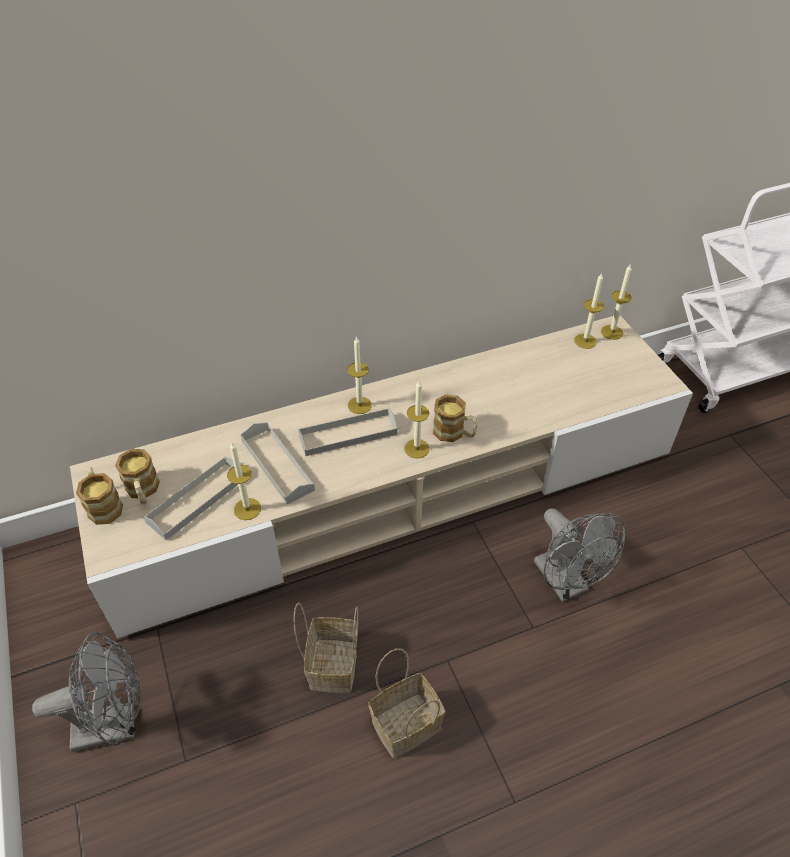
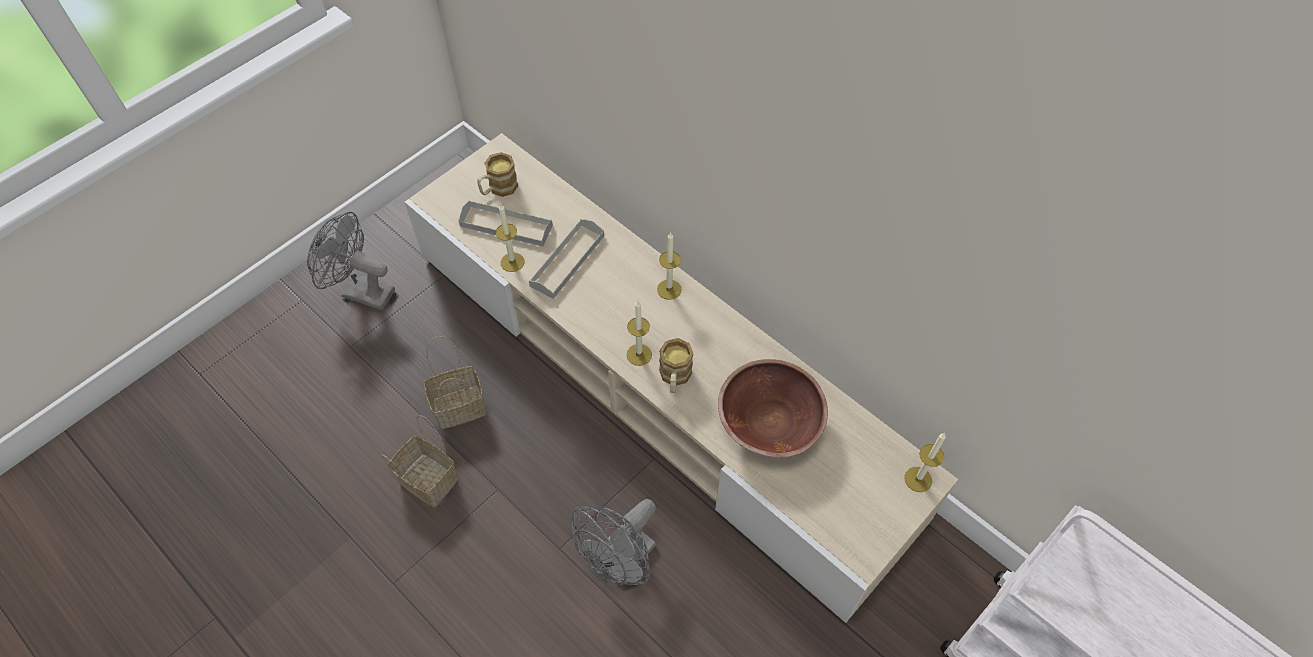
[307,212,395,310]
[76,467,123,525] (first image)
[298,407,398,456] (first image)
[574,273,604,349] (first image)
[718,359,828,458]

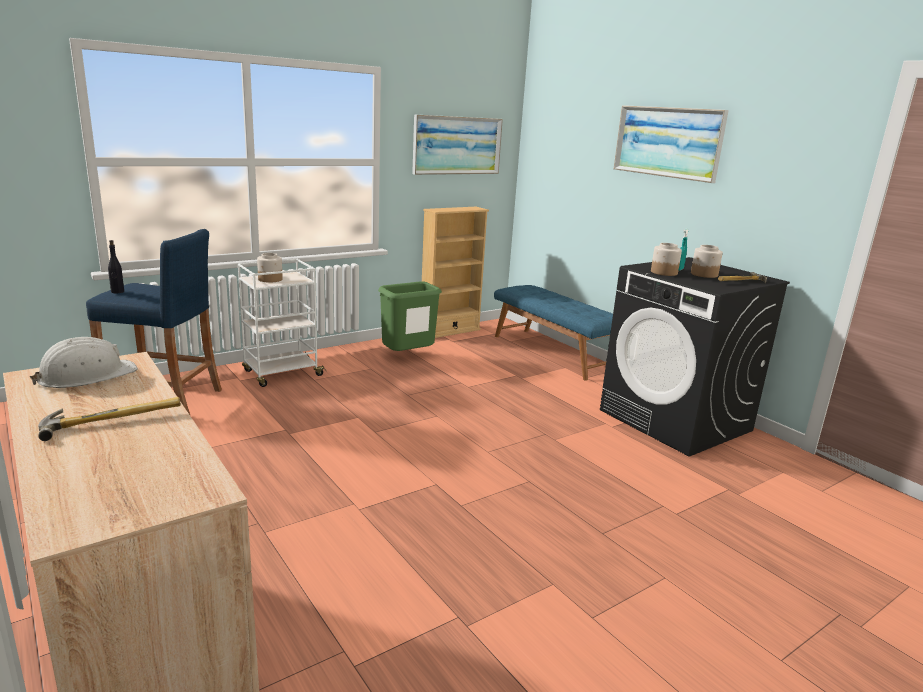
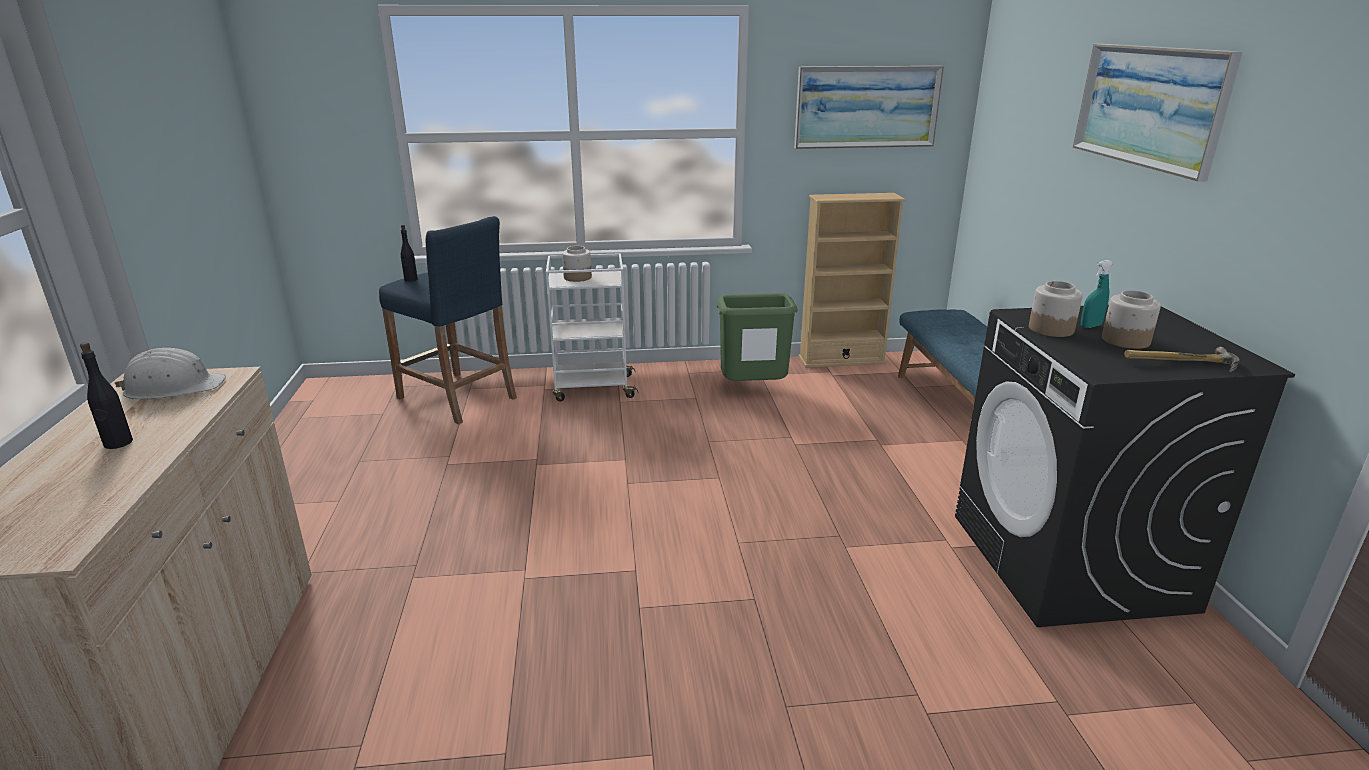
[80,342,133,449]

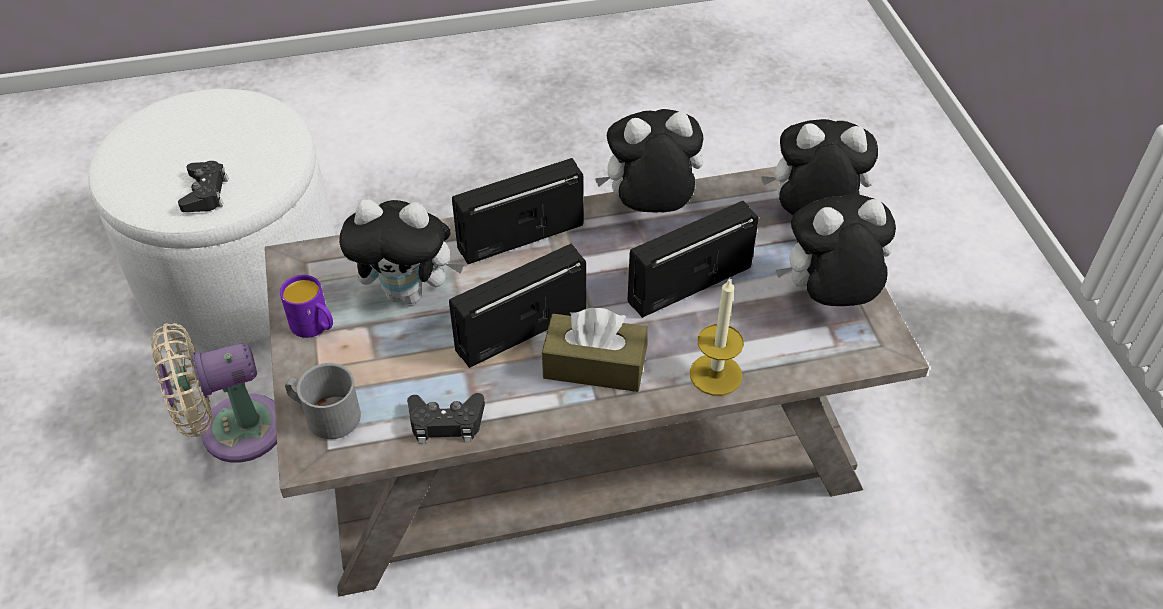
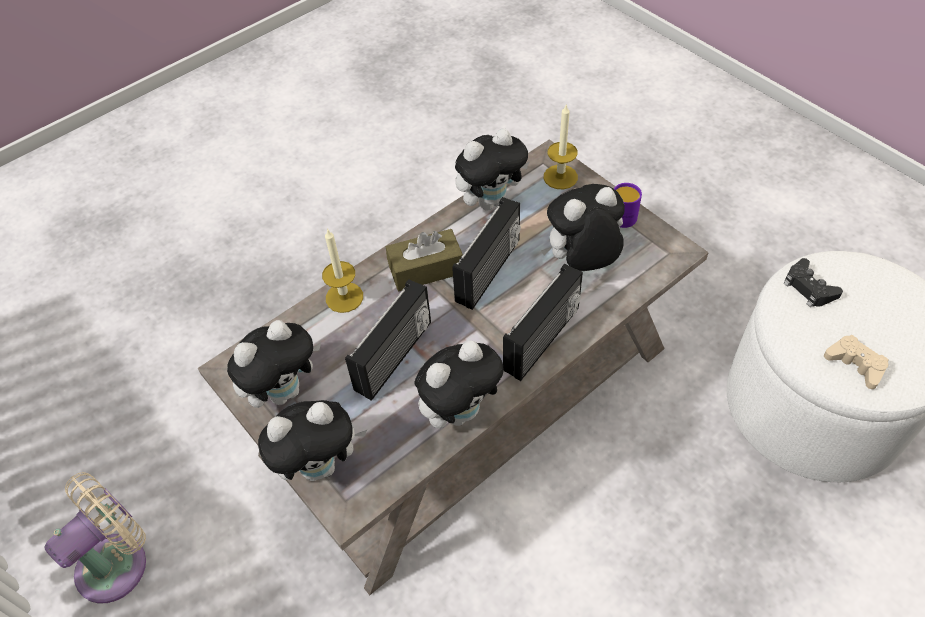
[44,472,146,603]
[544,105,578,189]
[455,128,530,210]
[824,335,888,389]

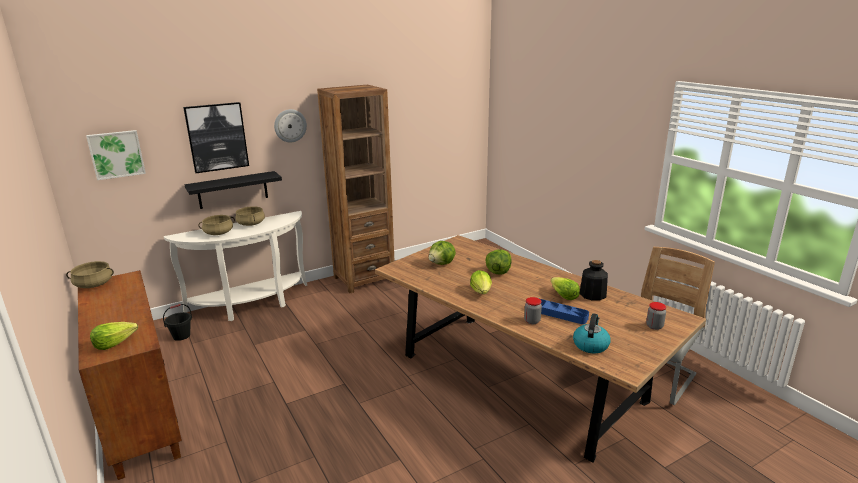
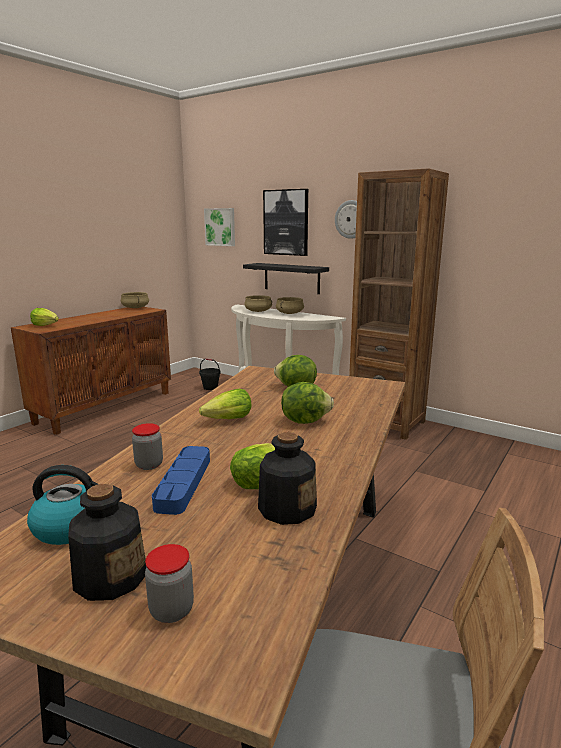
[68,484,146,601]

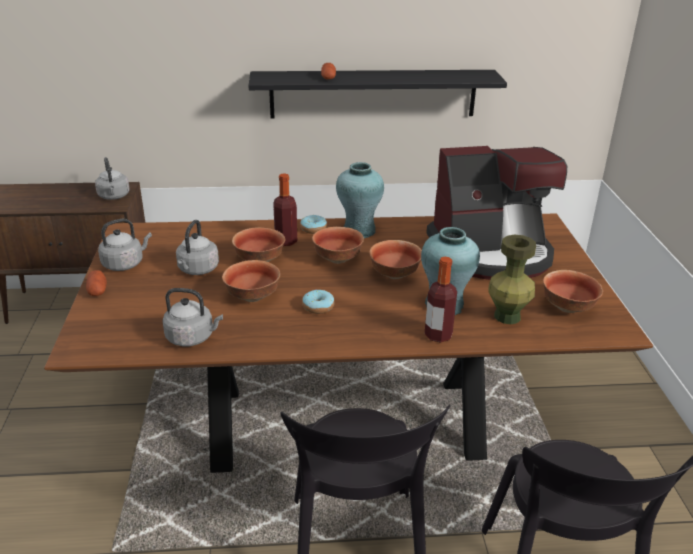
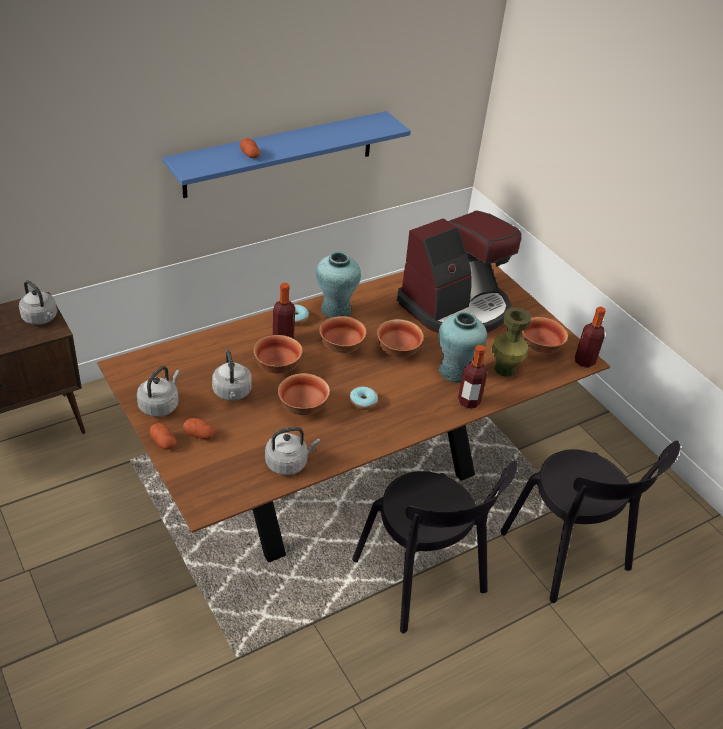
[162,111,411,198]
[183,418,216,439]
[575,307,606,368]

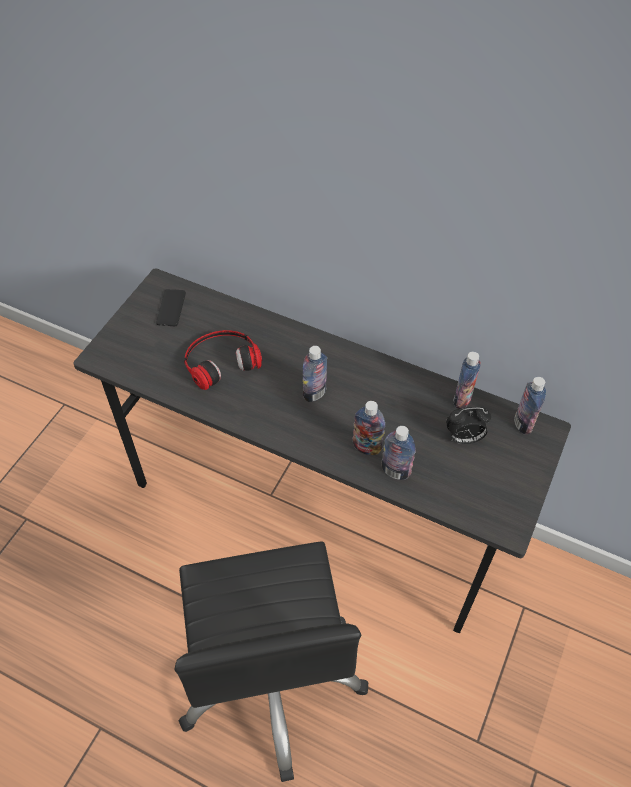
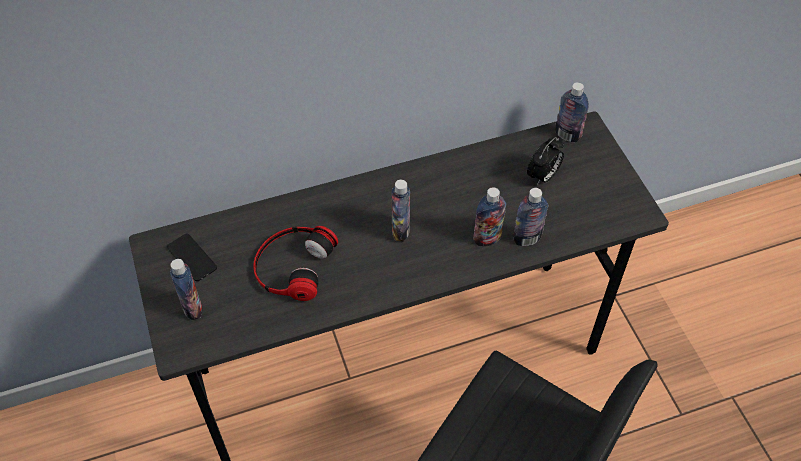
[170,259,202,320]

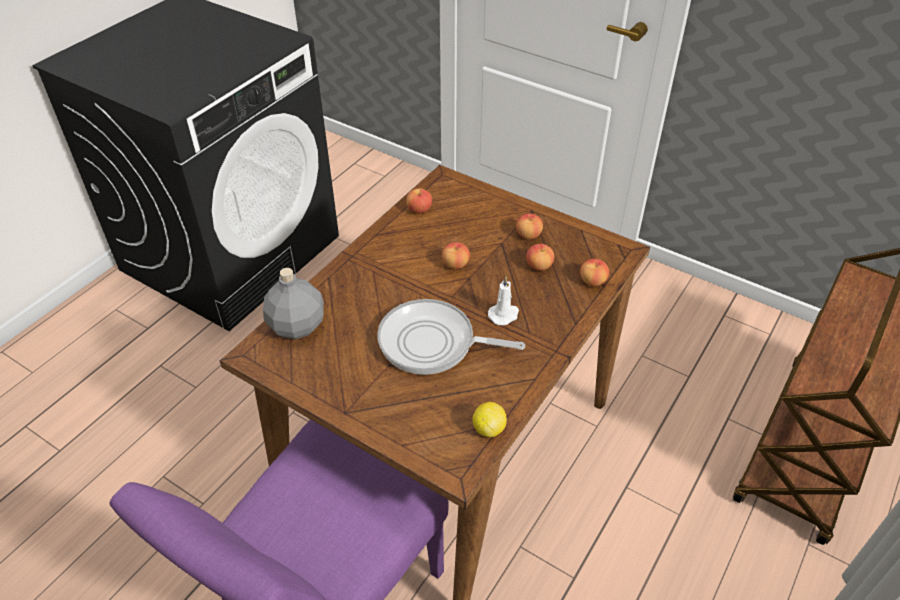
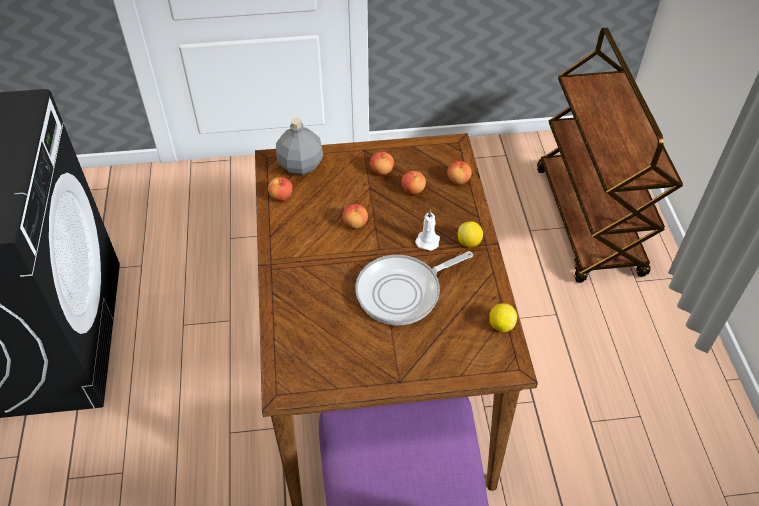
[276,118,323,175]
[458,221,483,247]

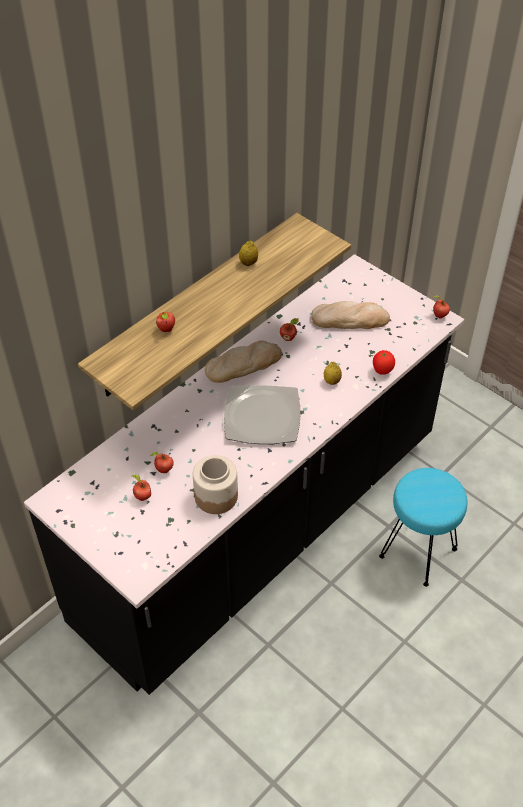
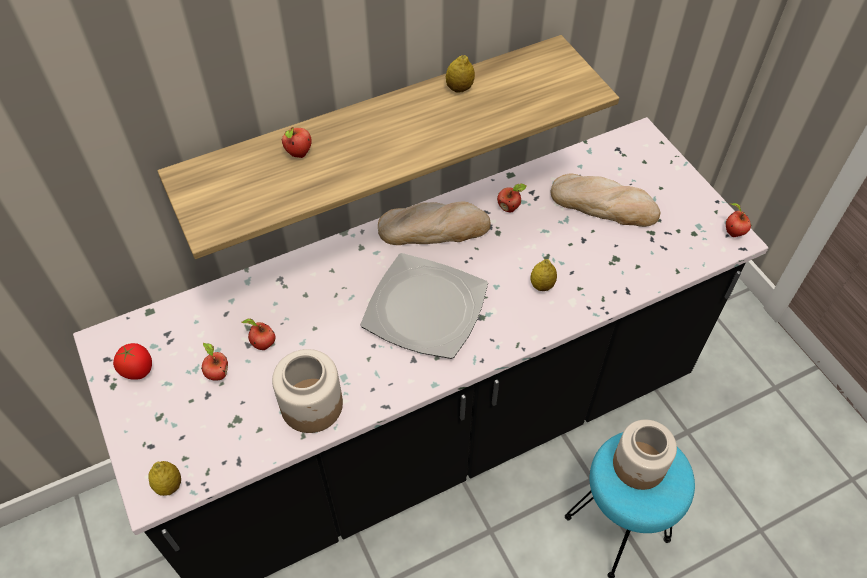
[113,343,152,380]
[148,461,181,496]
[613,420,677,490]

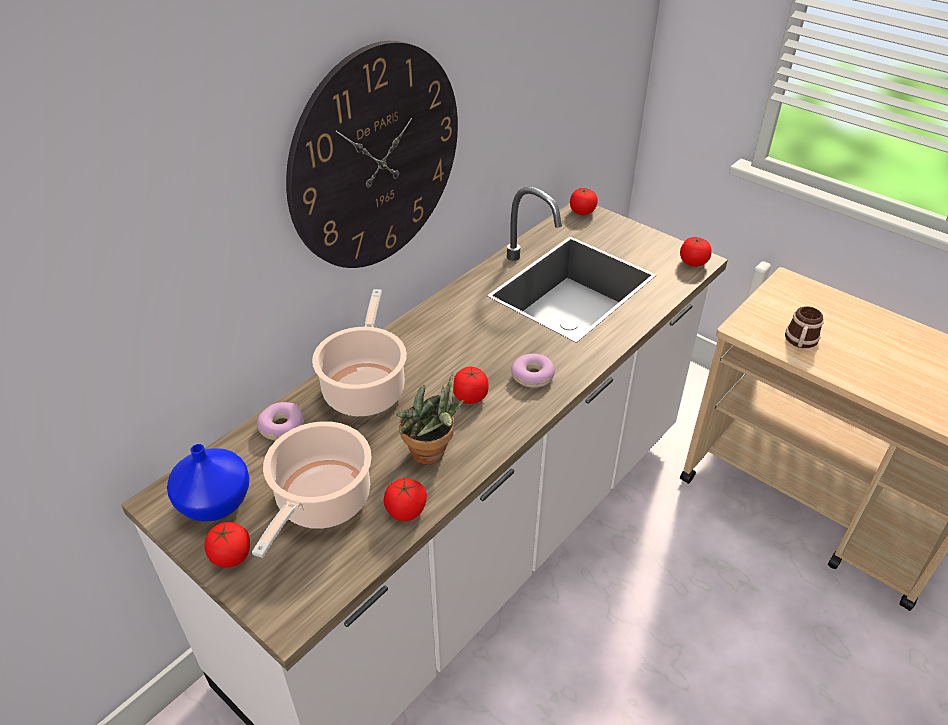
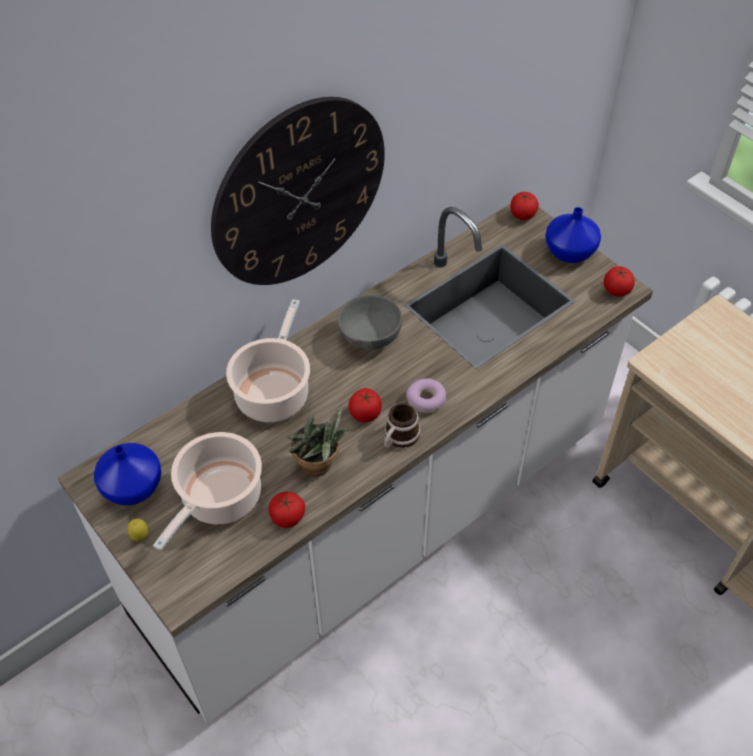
[127,519,148,541]
[257,402,304,440] (first image)
[384,403,420,448]
[337,295,402,350]
[545,207,601,263]

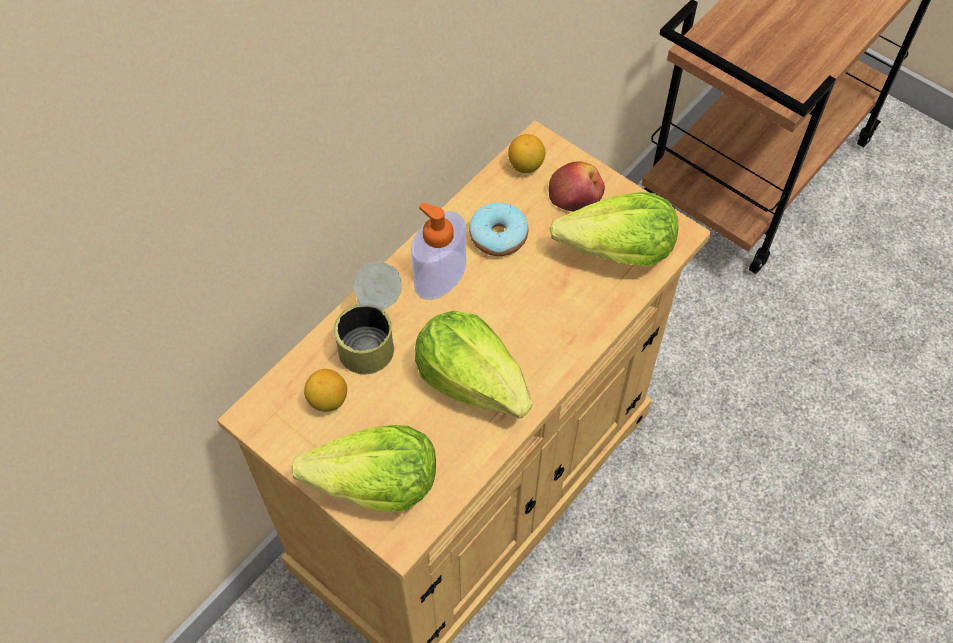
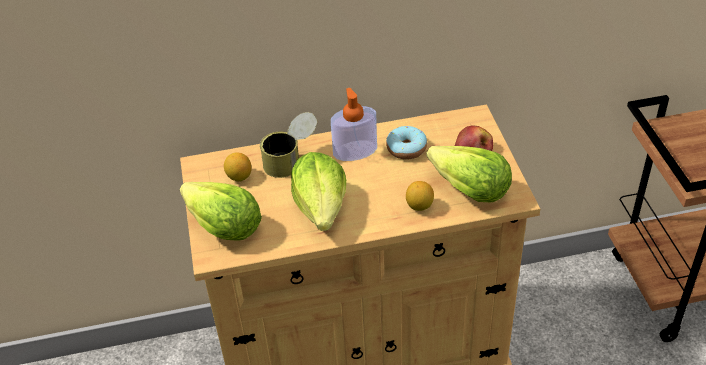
[406,181,434,211]

